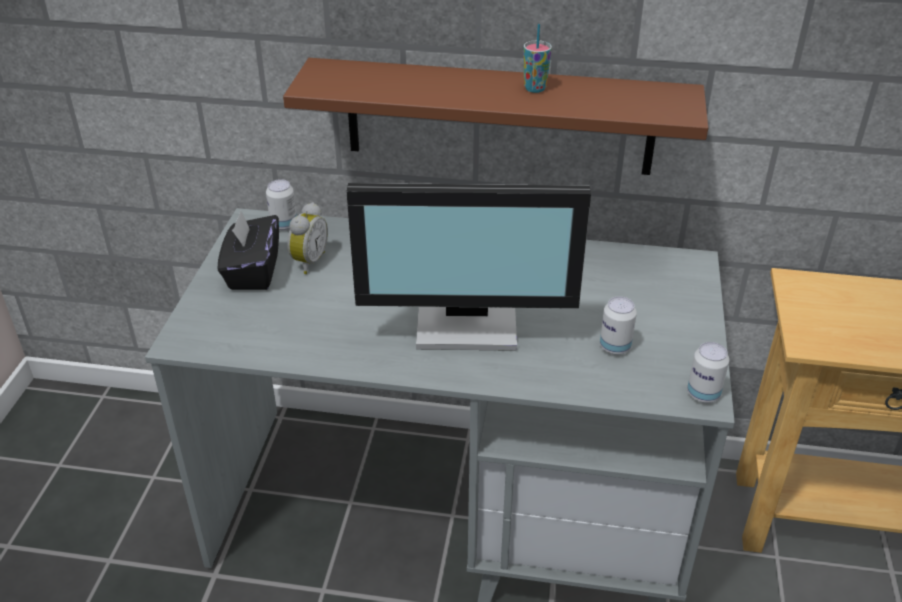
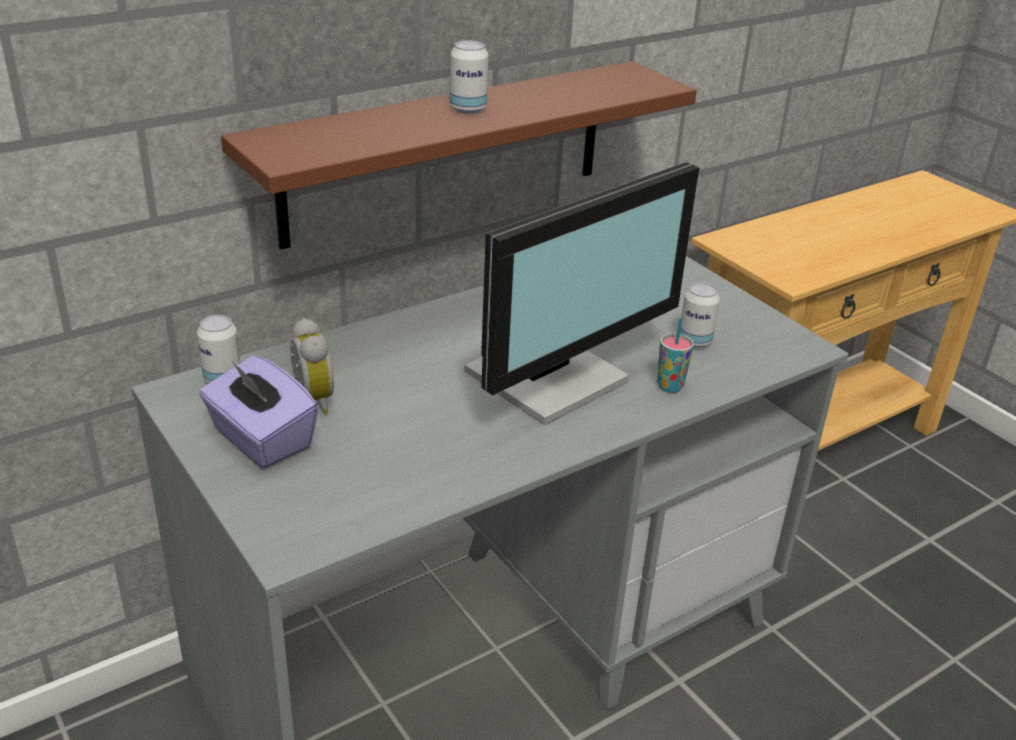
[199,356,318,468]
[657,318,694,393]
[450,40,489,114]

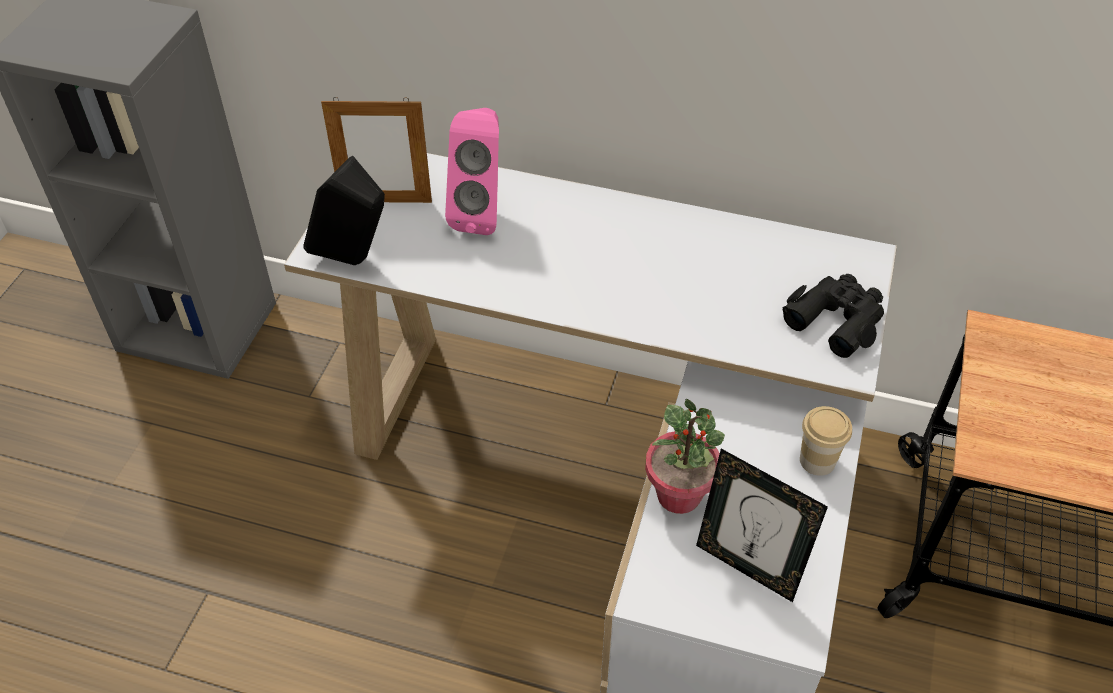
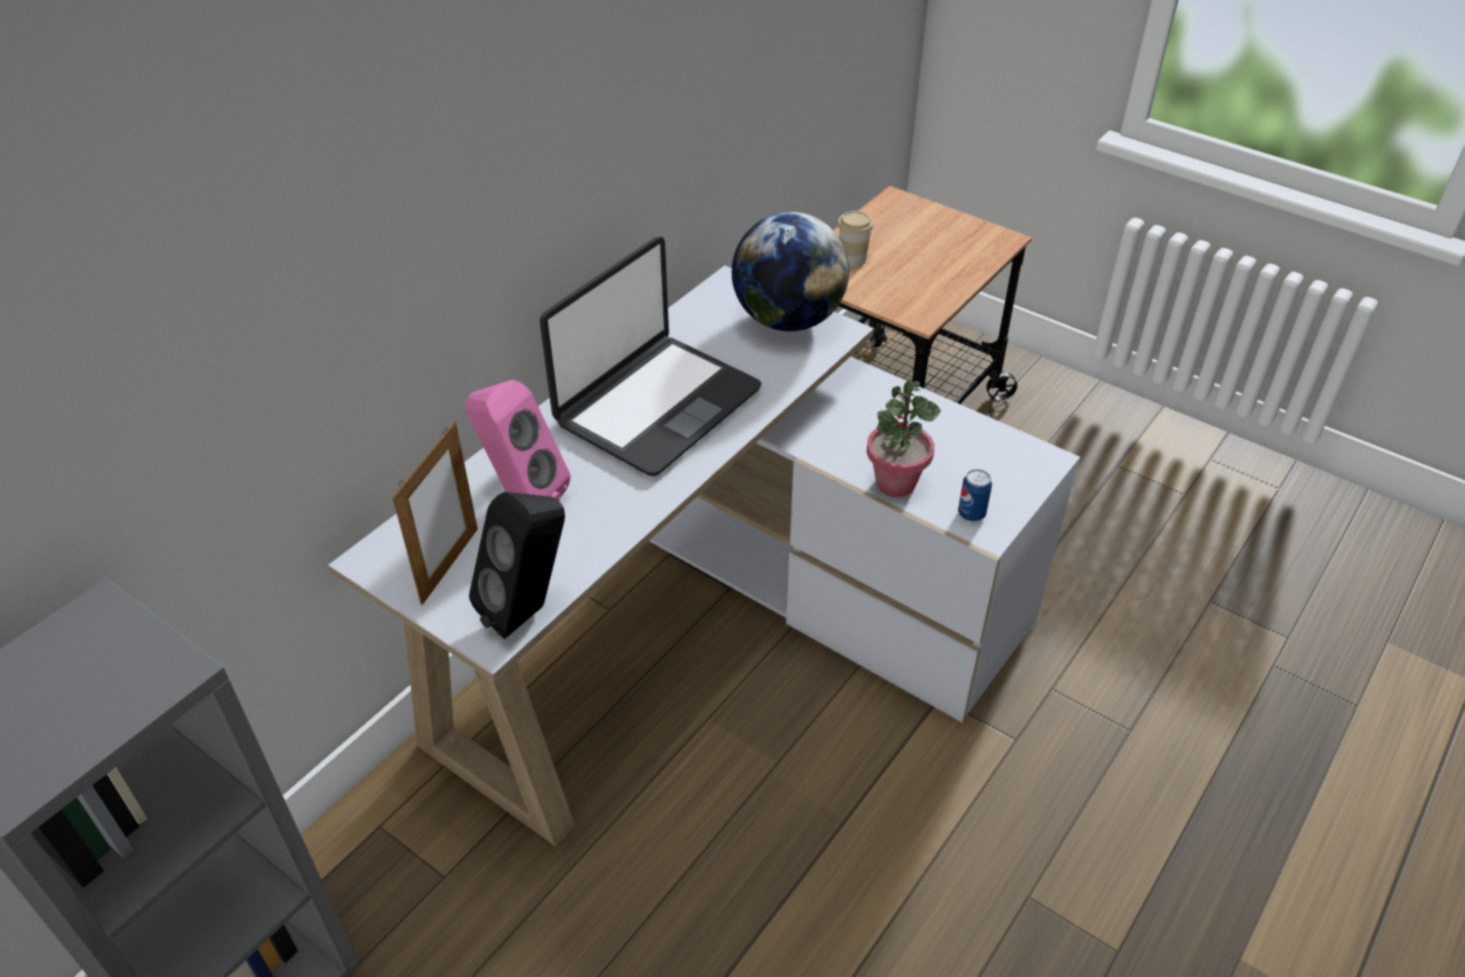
[696,449,828,602] (first image)
[732,212,849,331]
[837,211,874,267]
[540,237,762,476]
[958,469,992,521]

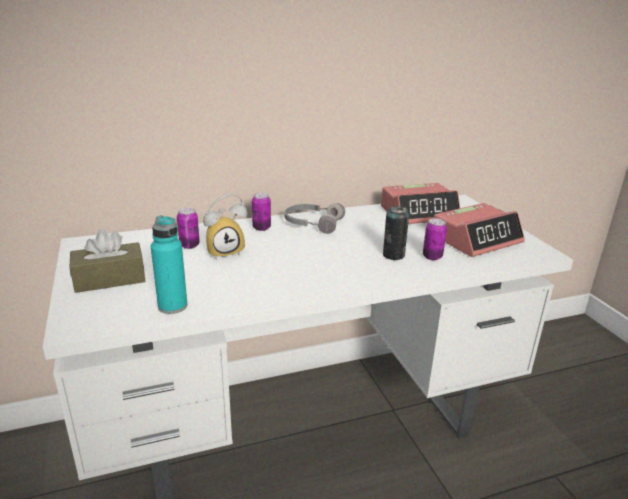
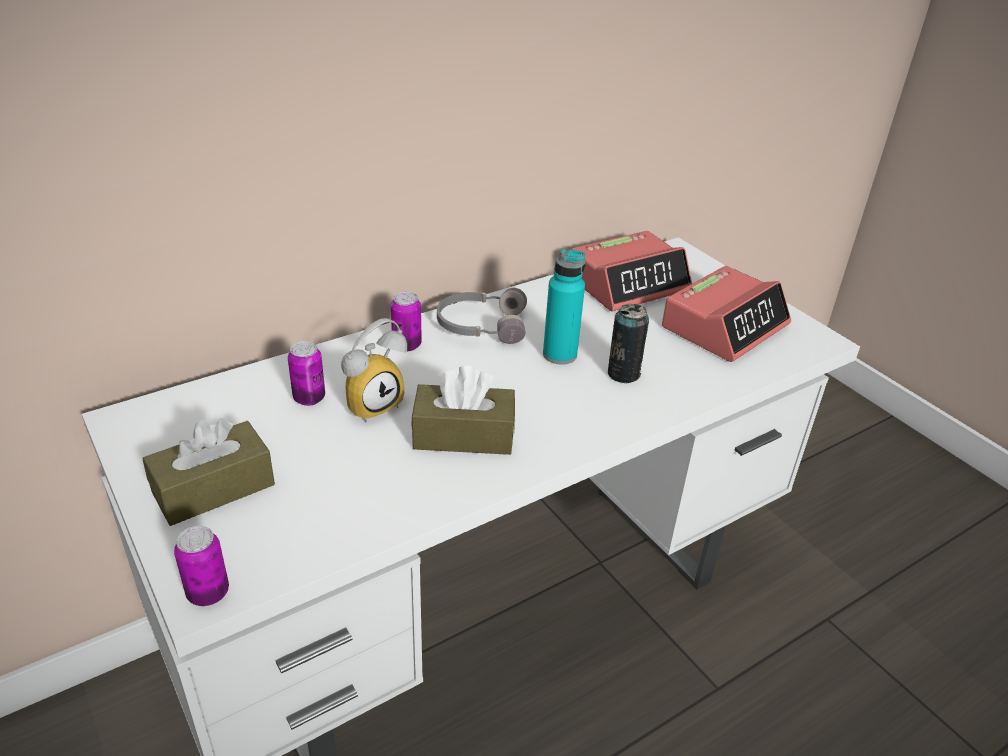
[543,249,586,365]
[174,526,229,606]
[411,366,515,455]

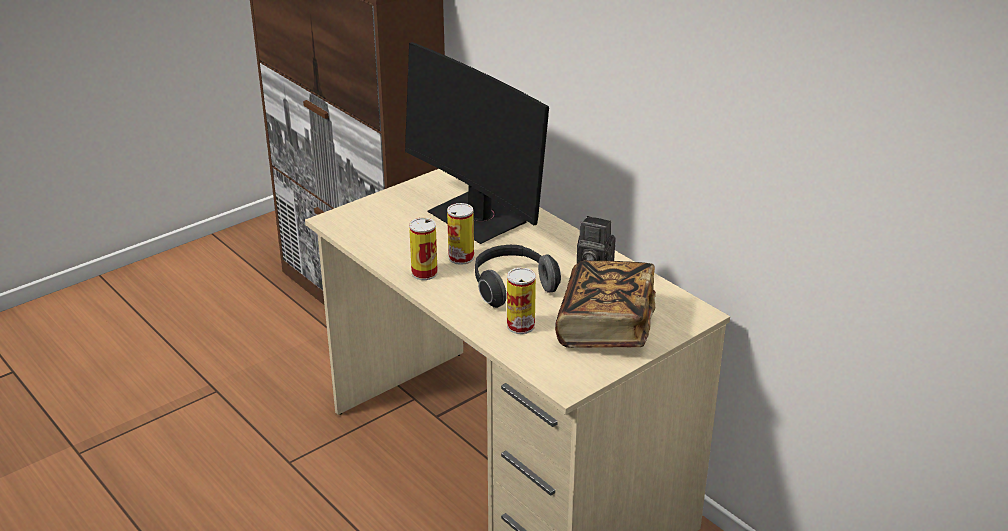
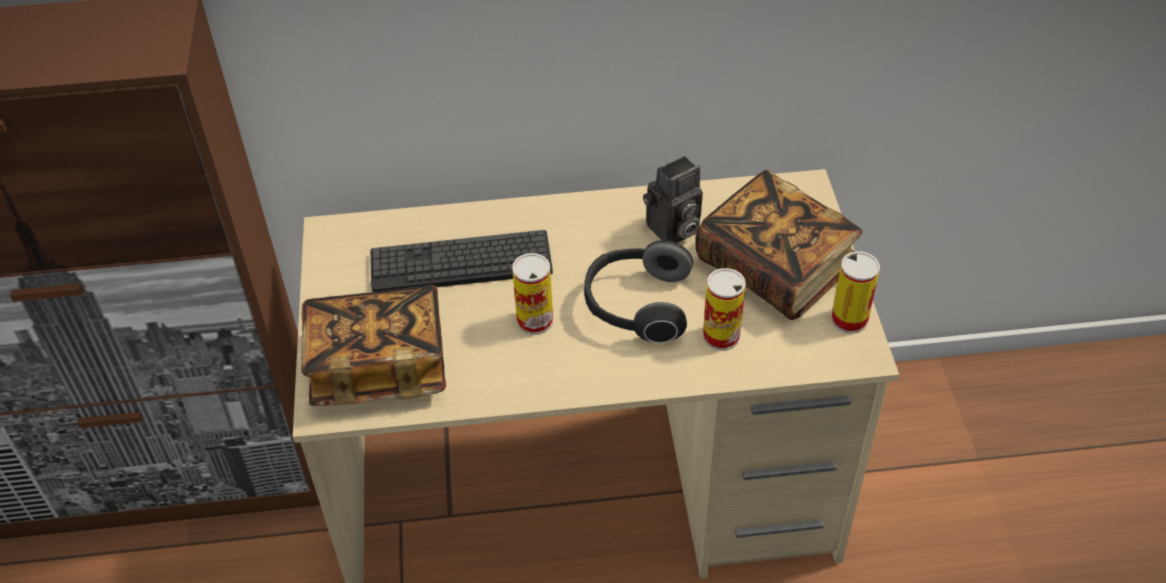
[370,230,553,292]
[831,251,880,334]
[301,285,446,406]

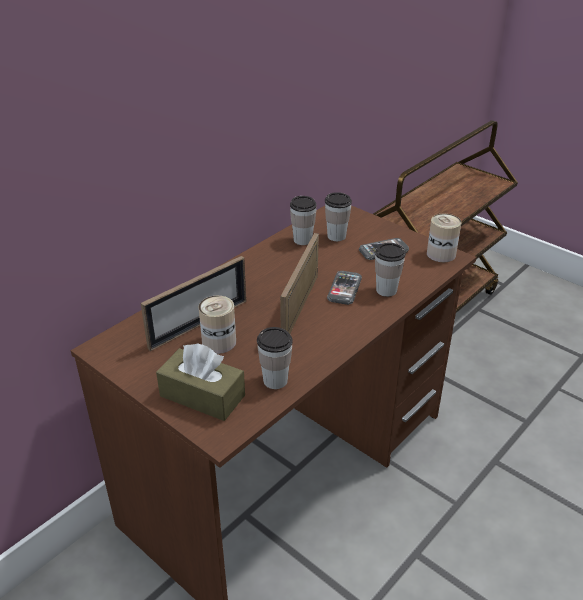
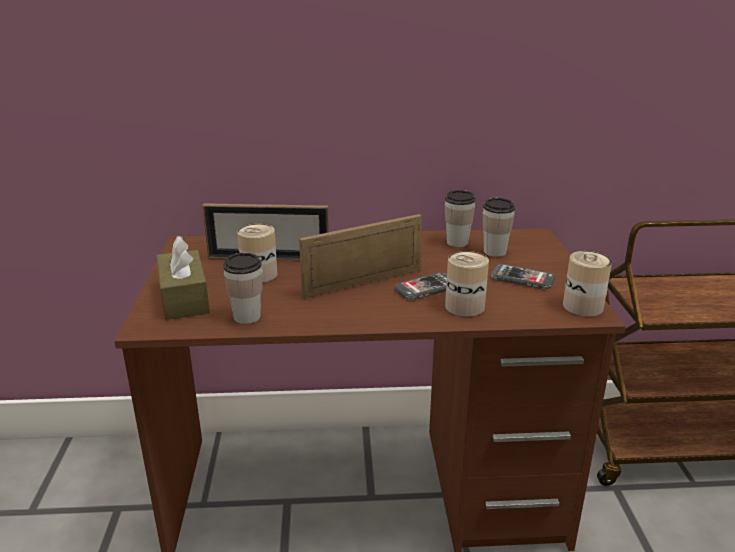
[445,251,489,317]

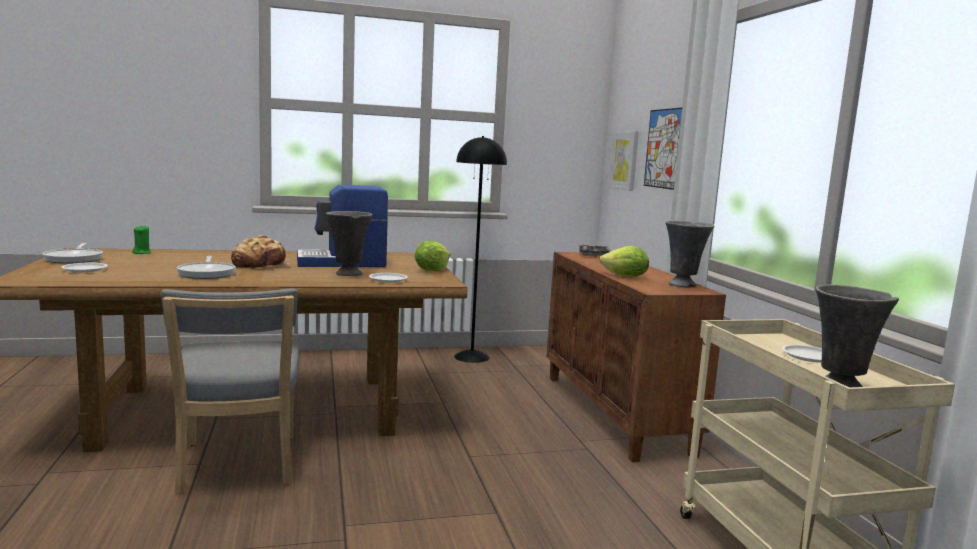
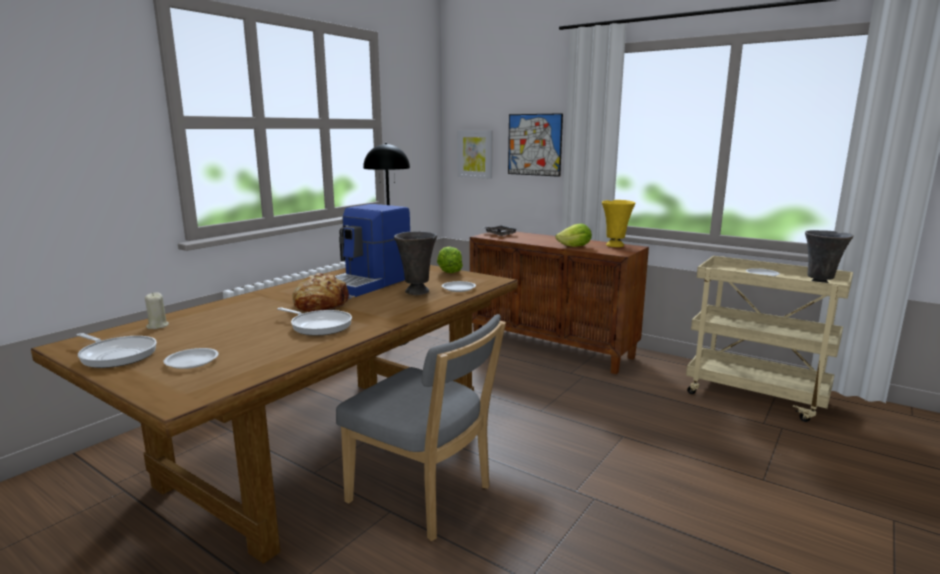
[145,292,169,329]
[602,200,636,247]

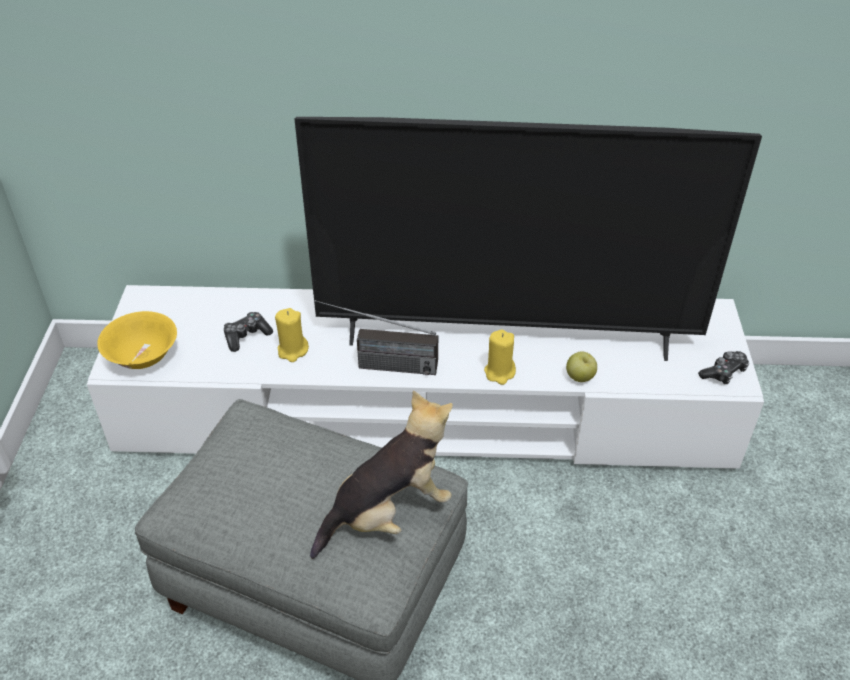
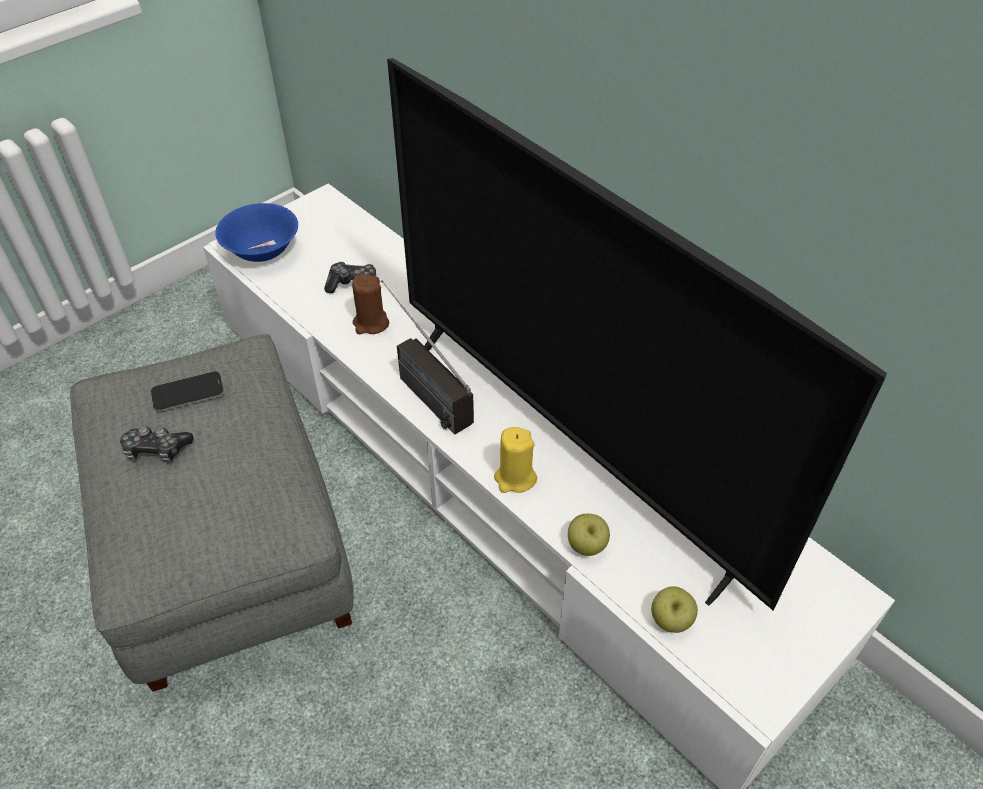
[215,203,298,262]
[352,274,389,334]
[310,390,453,559] (first image)
[120,425,194,463]
[151,371,224,412]
[651,586,698,633]

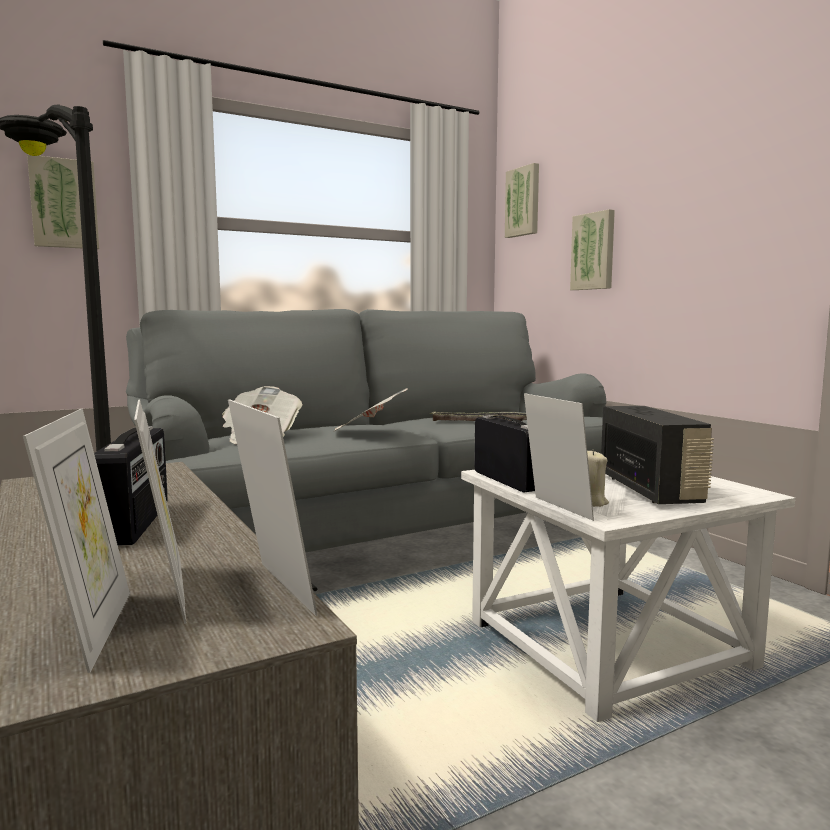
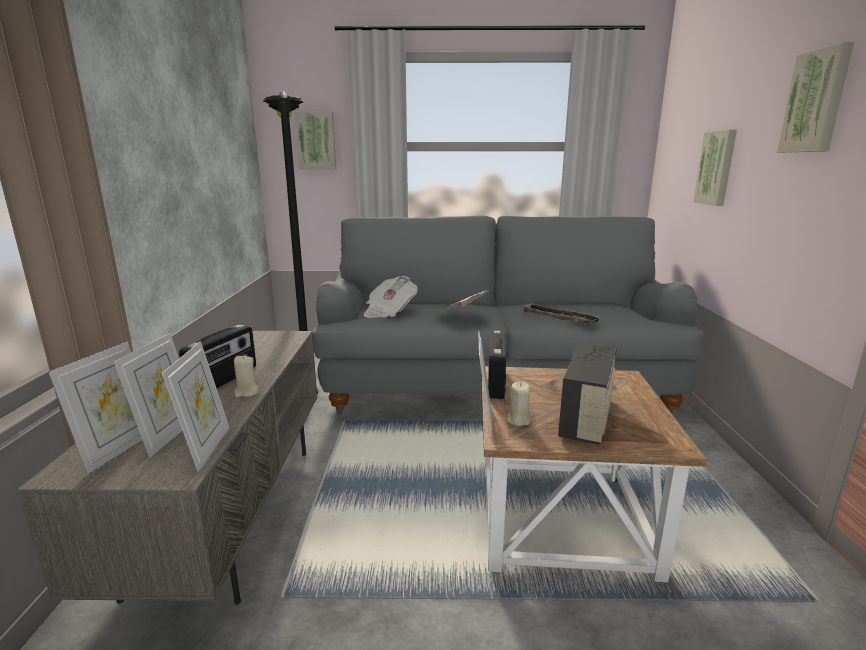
[481,366,707,582]
[777,42,854,152]
[234,355,259,397]

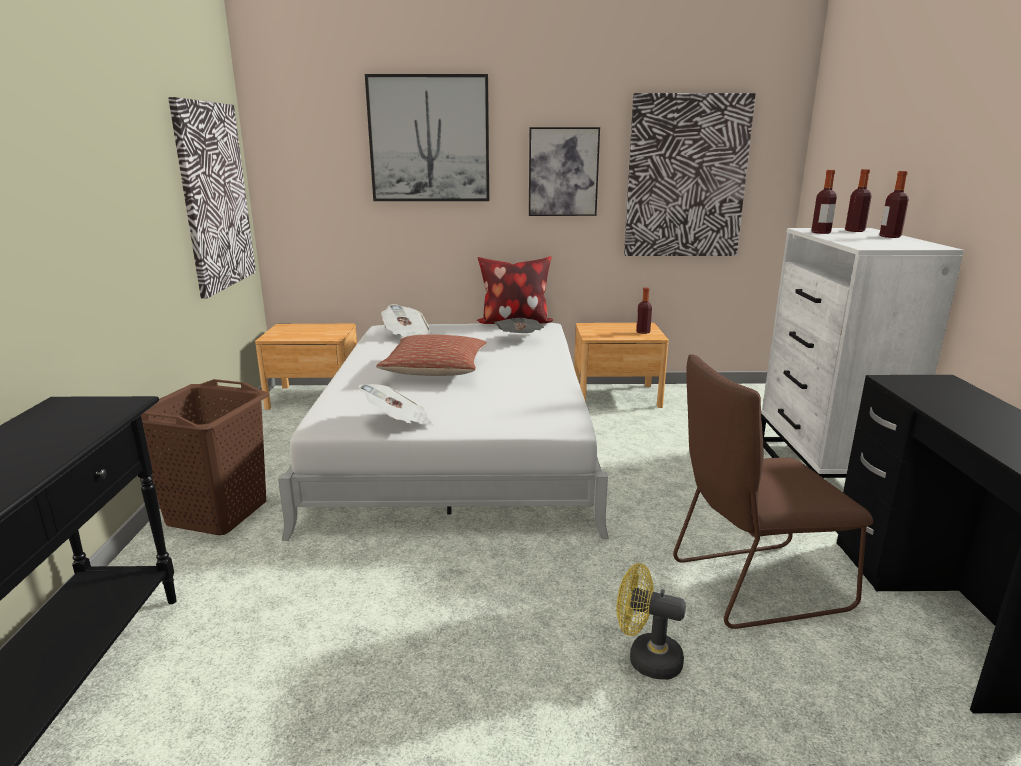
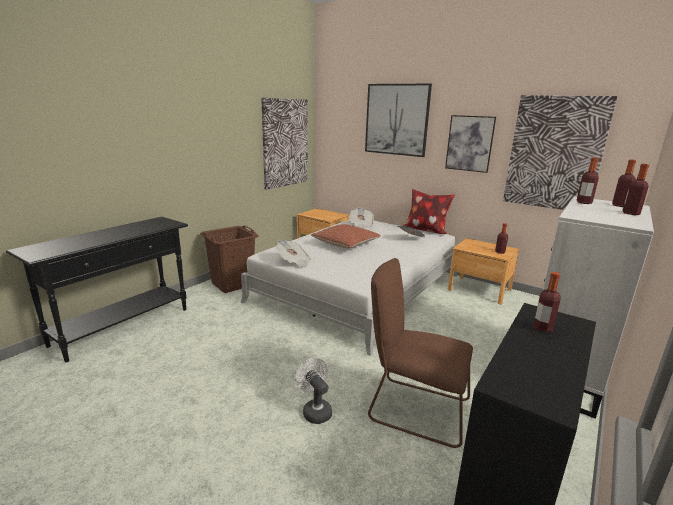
[293,358,332,424]
[533,272,561,332]

